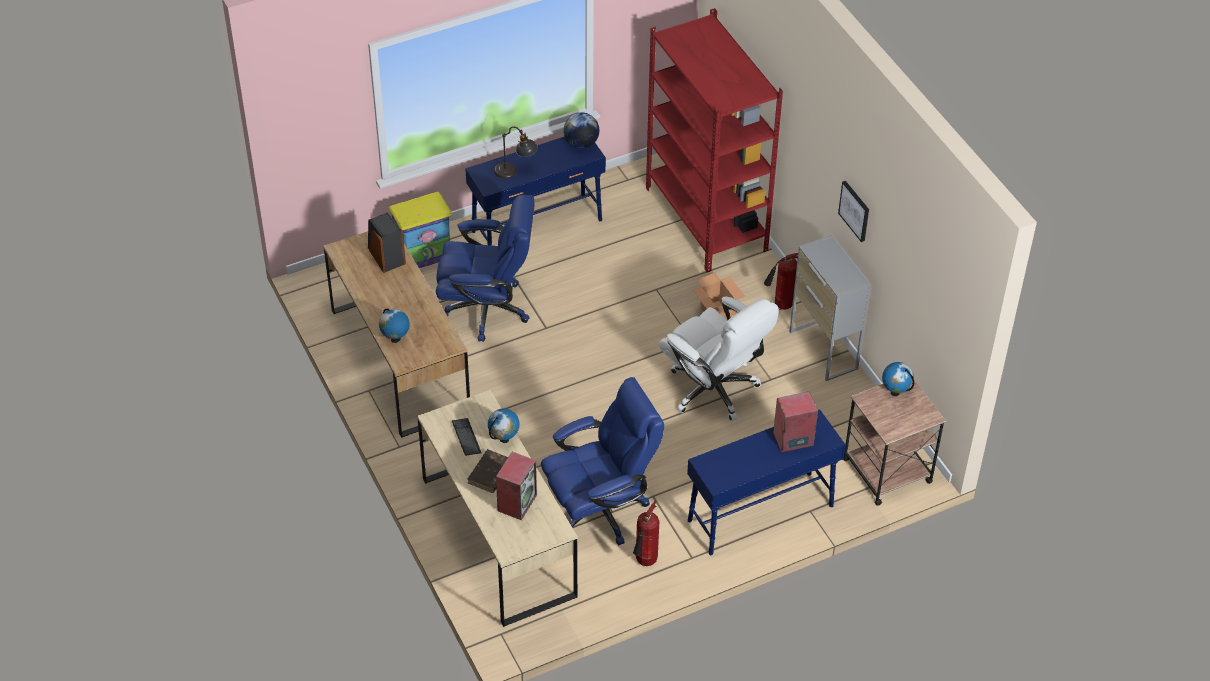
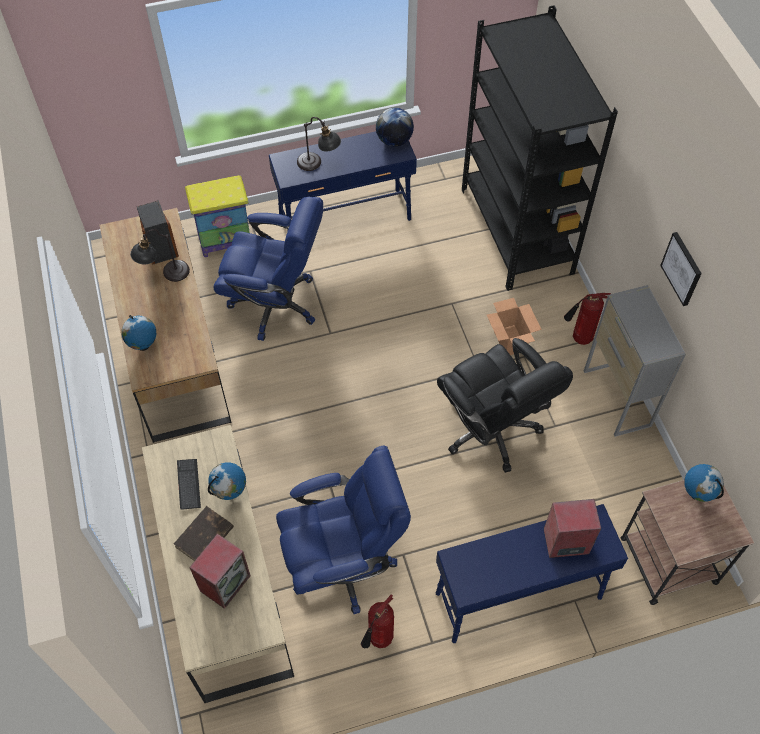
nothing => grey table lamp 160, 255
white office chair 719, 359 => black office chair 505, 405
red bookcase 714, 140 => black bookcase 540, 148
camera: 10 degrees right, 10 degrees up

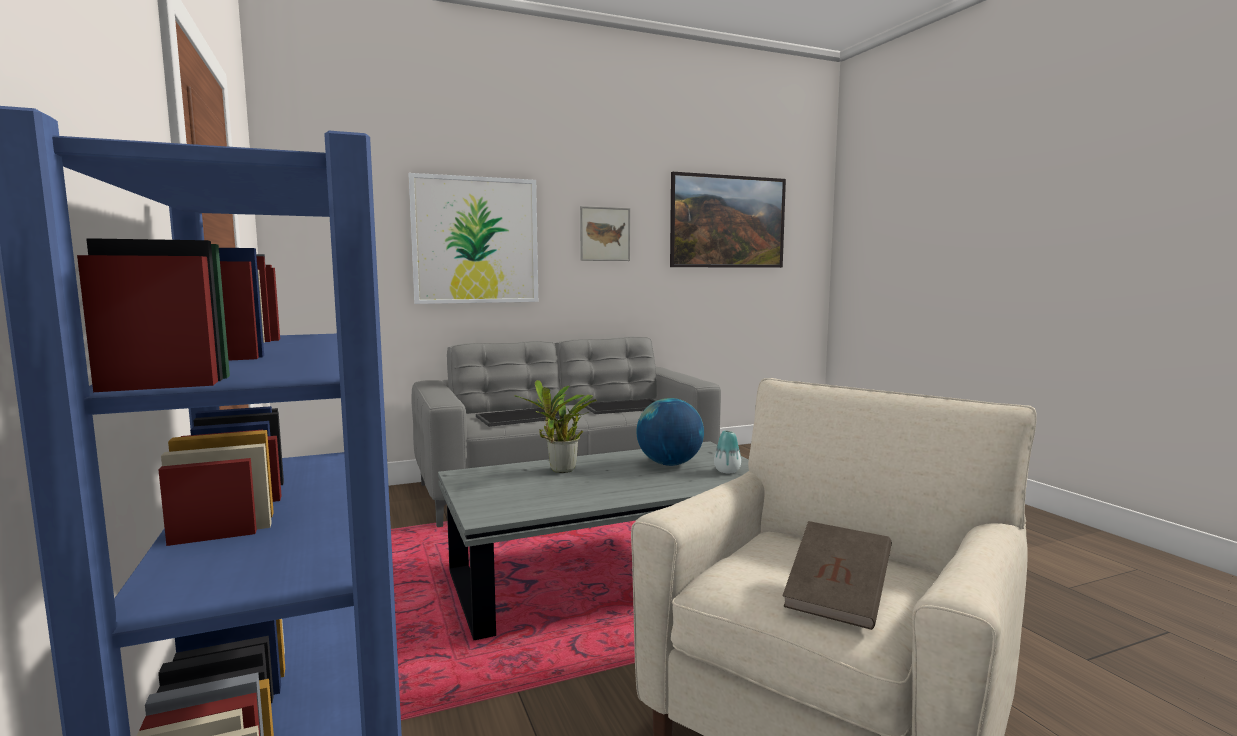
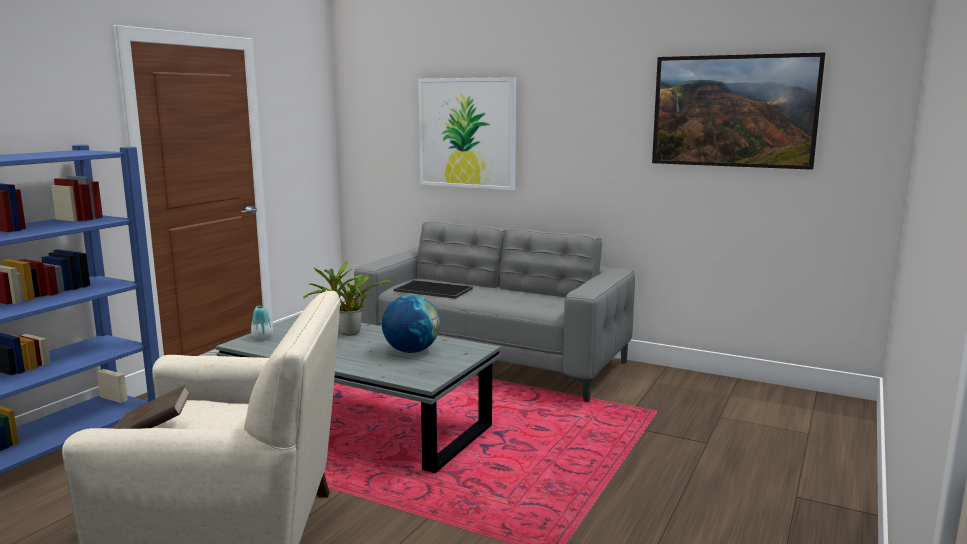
vase 727, 451 => vase 262, 323, move
picture 605, 233 => nothing
tray 619, 406 => nothing
camera: 50 degrees right, 5 degrees up

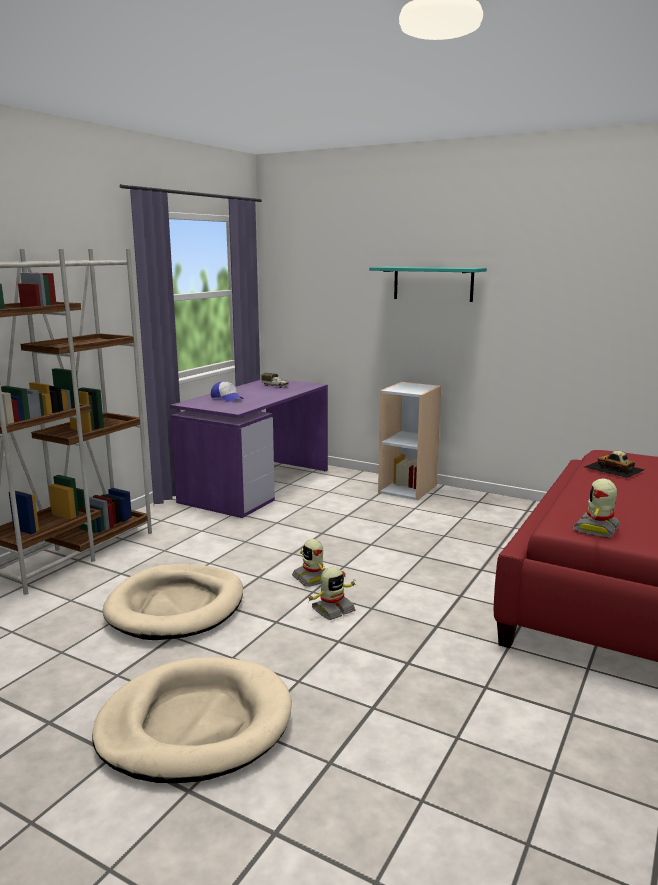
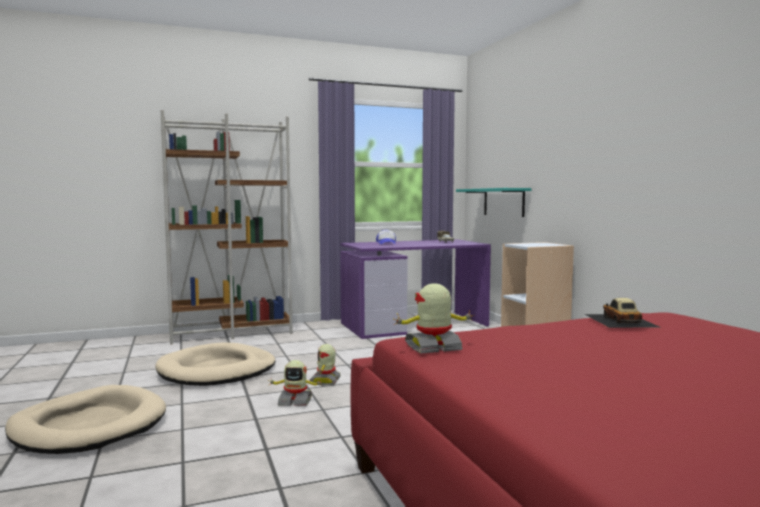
turquoise shelf 428, 284 => turquoise shelf 494, 202, move
camera: 40 degrees right, 10 degrees down

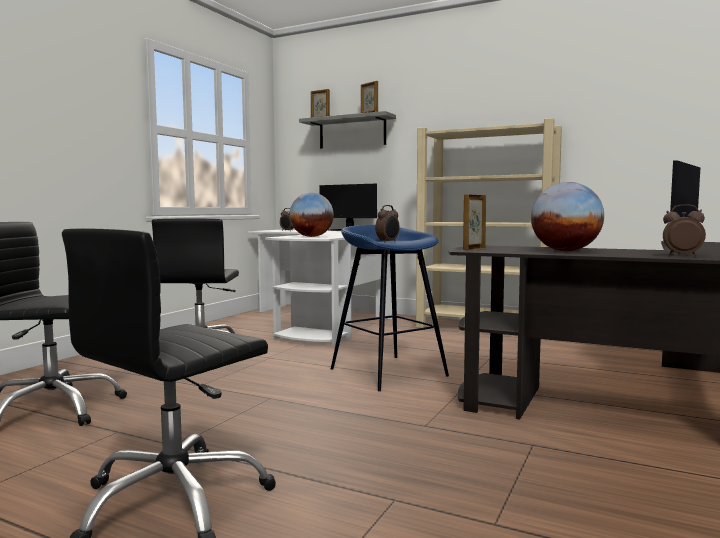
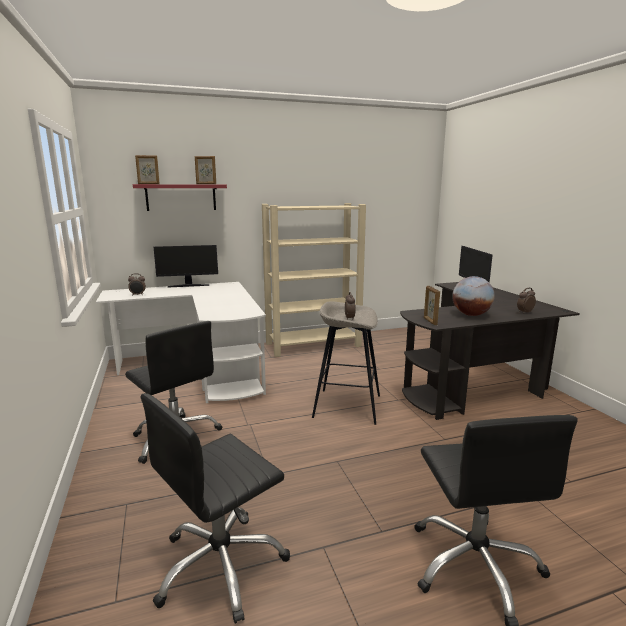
grey shelf 347, 130 => red shelf 180, 197
blue stool 390, 308 => grey stool 346, 363
globe 311, 215 => nothing
camera: 45 degrees left, 10 degrees up

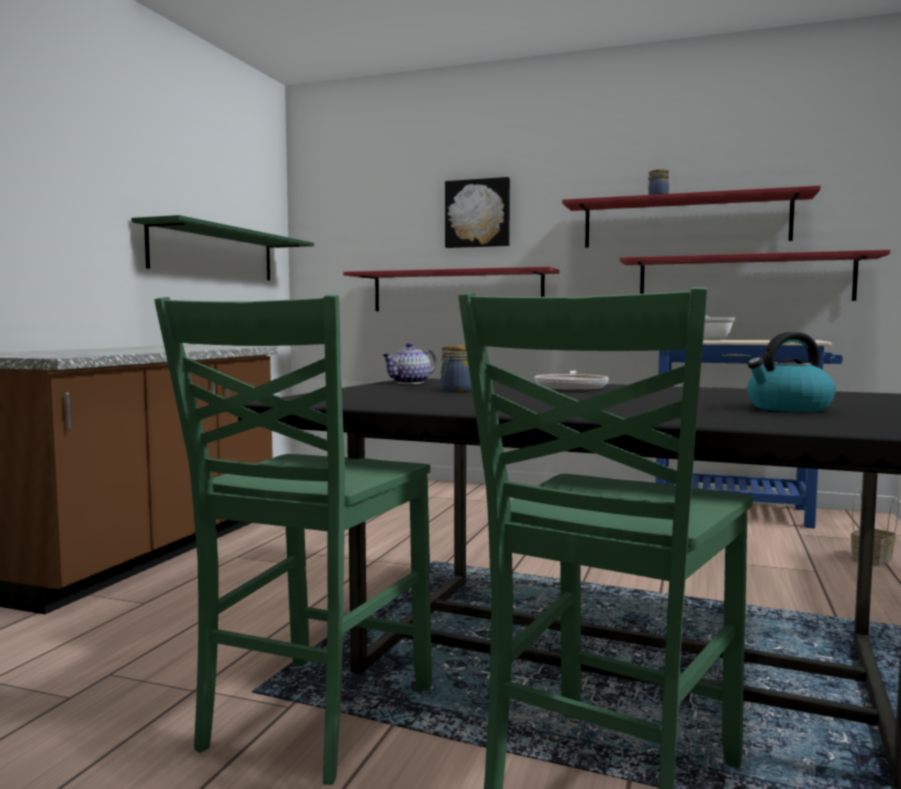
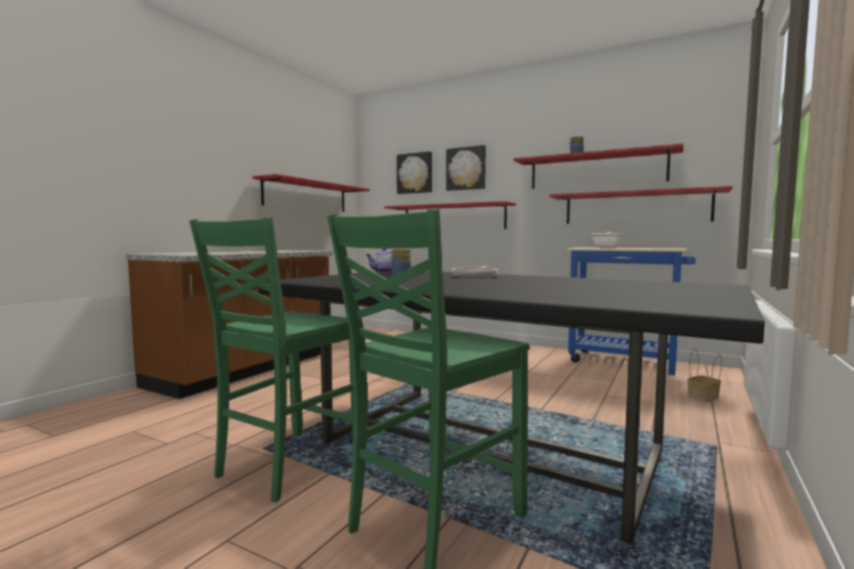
green shelf 222, 247 => red shelf 311, 193
nothing => picture 414, 172
kettle 791, 372 => nothing
camera: 10 degrees right, 0 degrees up

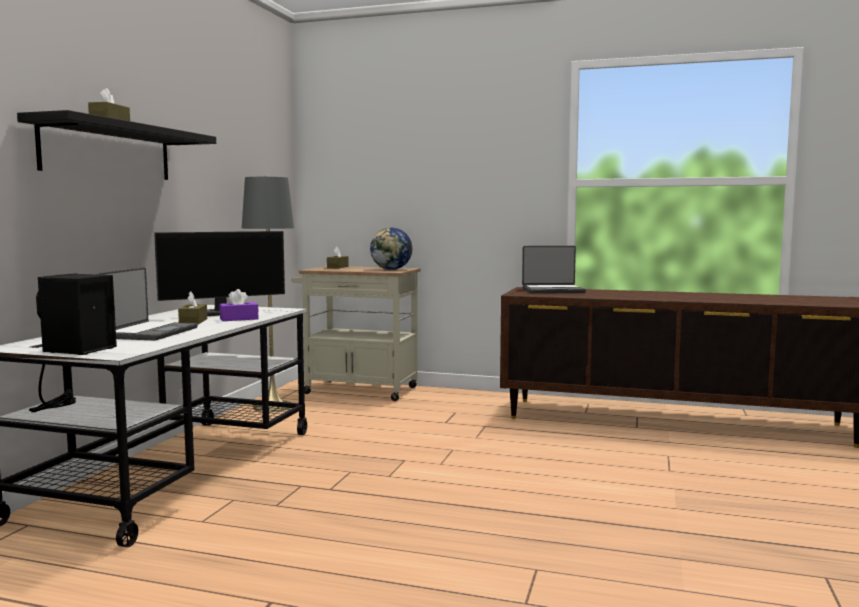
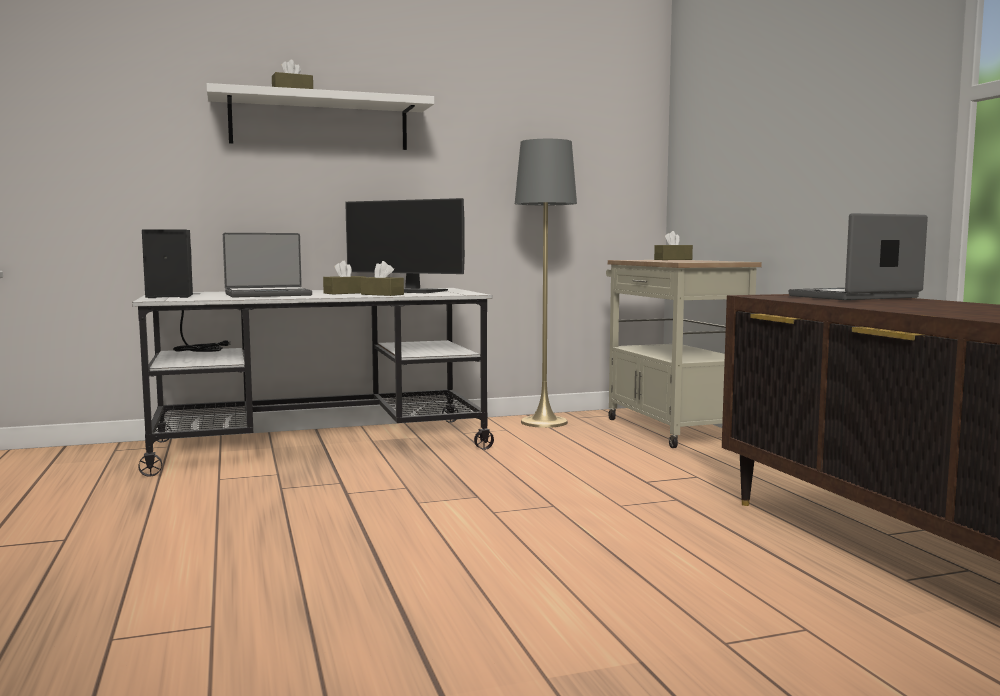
black shelf 116, 145 => white shelf 320, 116
purple tissue box 239, 305 => brown tissue box 382, 278
laptop 554, 269 => laptop 858, 256, 105 degrees clockwise
globe 391, 249 => nothing
camera: 55 degrees right, 0 degrees up

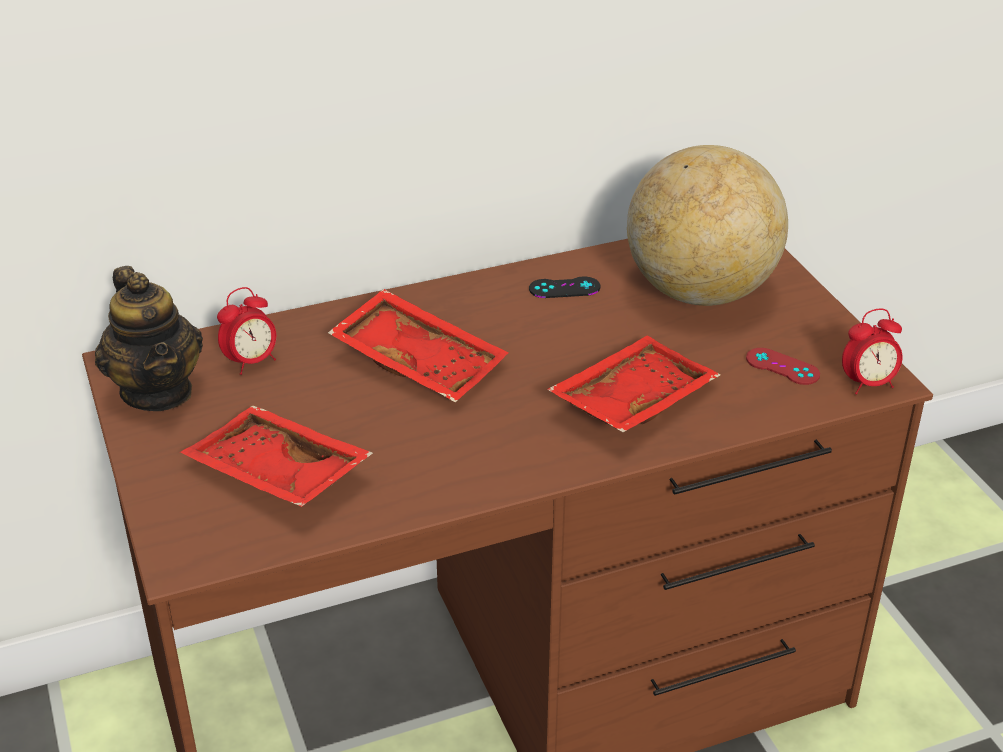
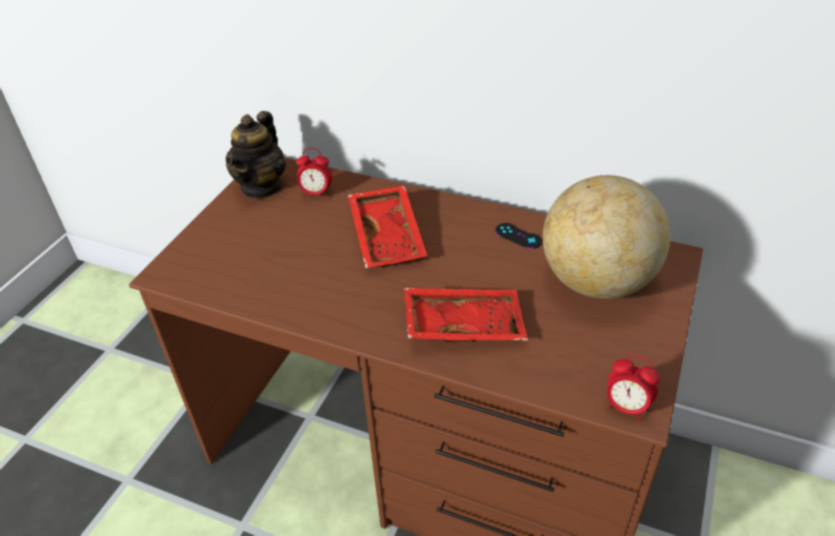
red tray 276, 456 => nothing
red game controller 783, 366 => nothing
camera: 45 degrees right, 5 degrees up

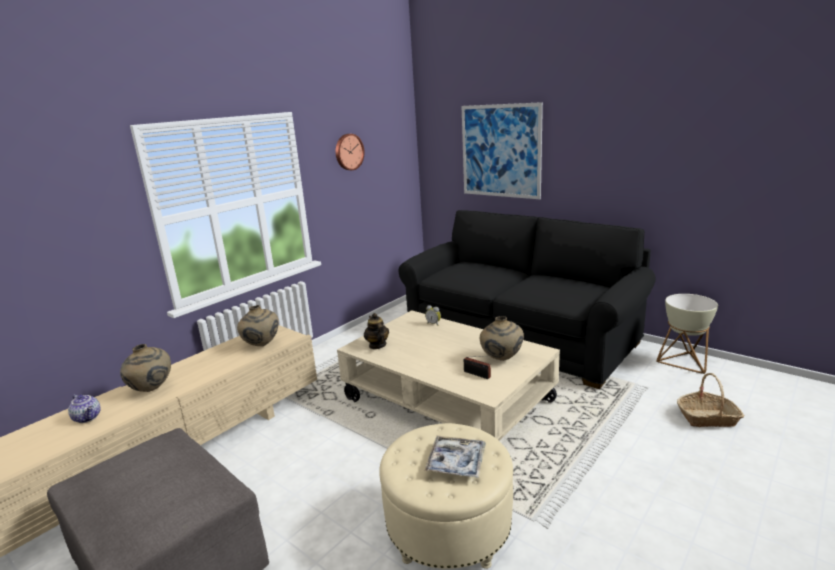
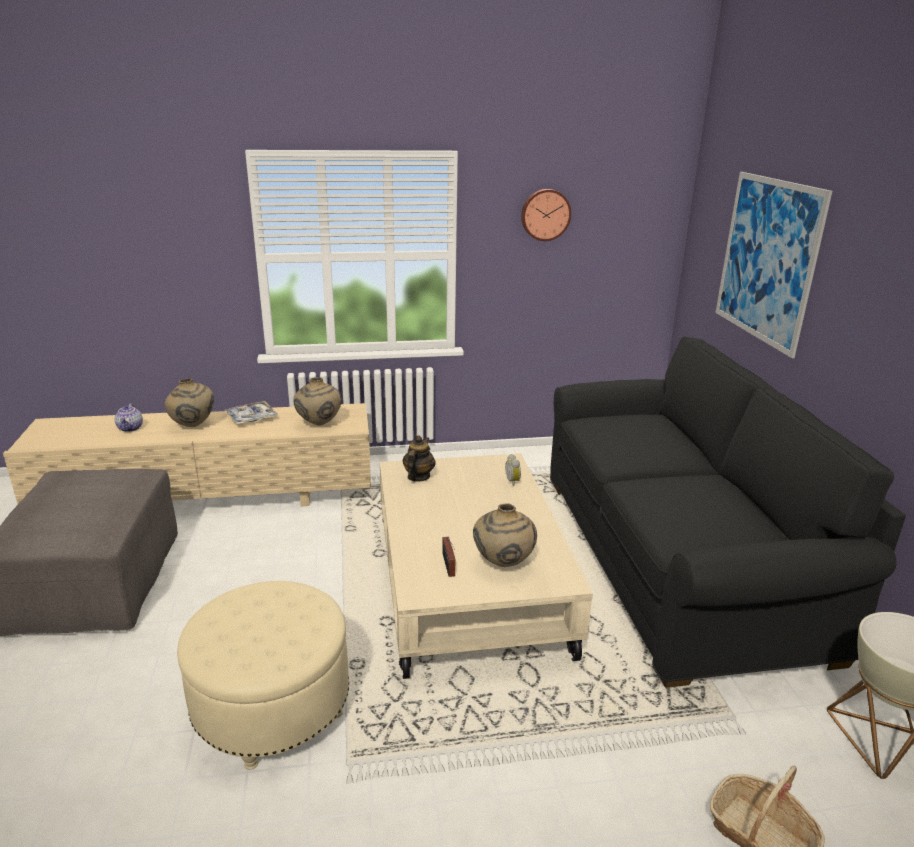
tray 455, 457 => tray 252, 412, move
camera: 40 degrees right, 5 degrees up

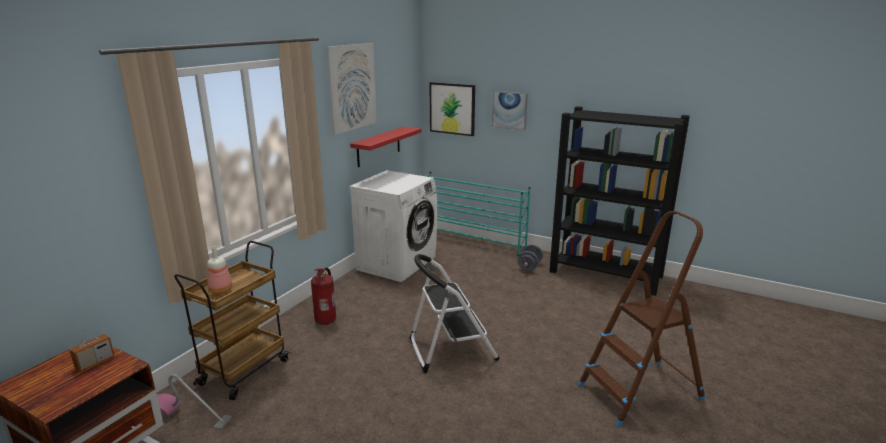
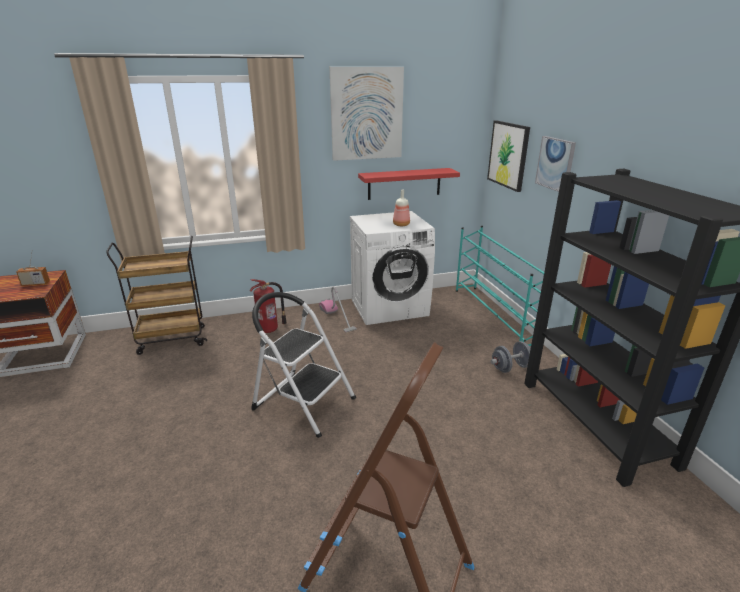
vacuum cleaner 194, 401 => vacuum cleaner 338, 309, move
bottle 220, 270 => bottle 401, 208, move
camera: 45 degrees right, 5 degrees up

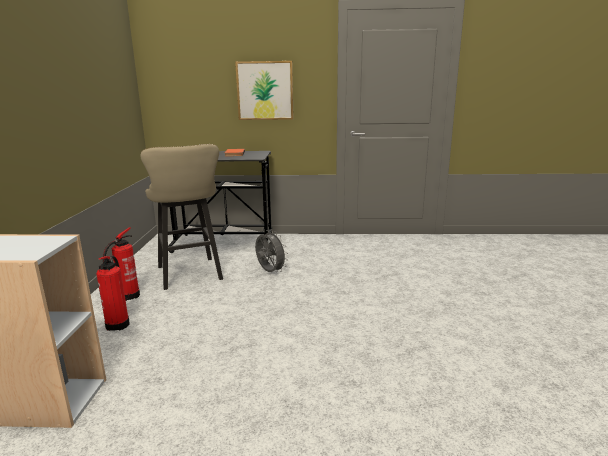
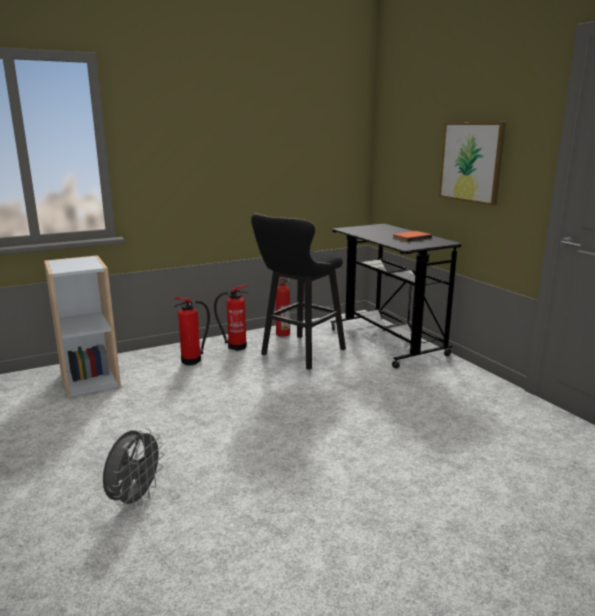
grey fan 271, 251 => grey fan 133, 468, move
beige stool 182, 217 => black stool 298, 291
nothing => fire extinguisher 283, 306
camera: 60 degrees right, 0 degrees up

